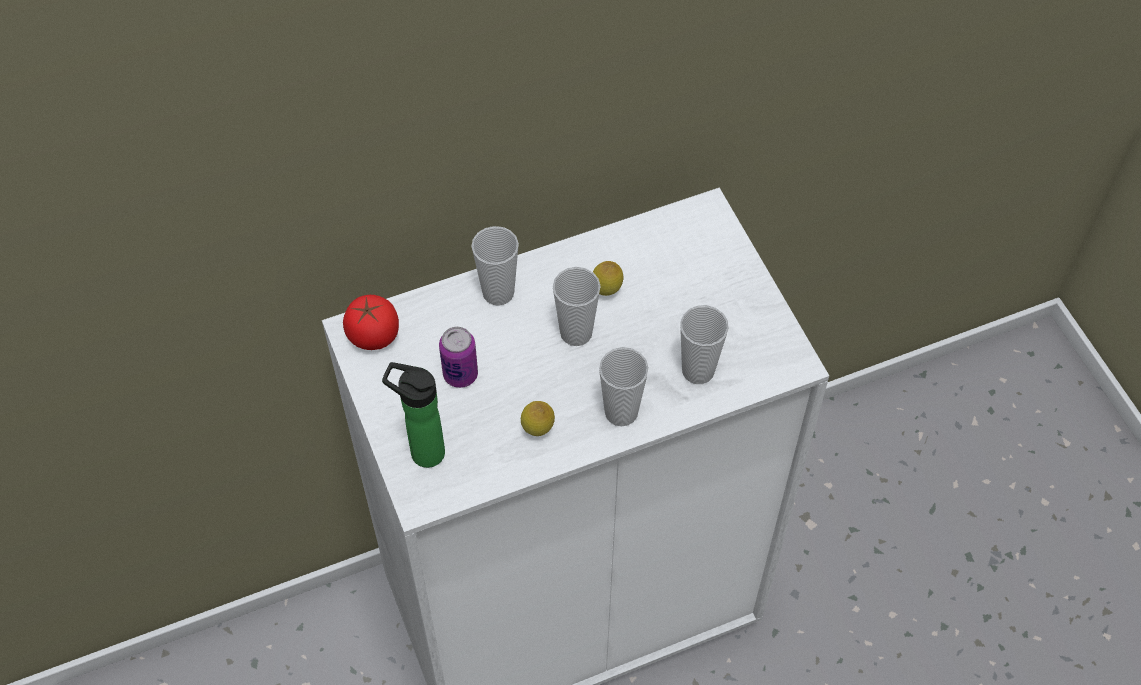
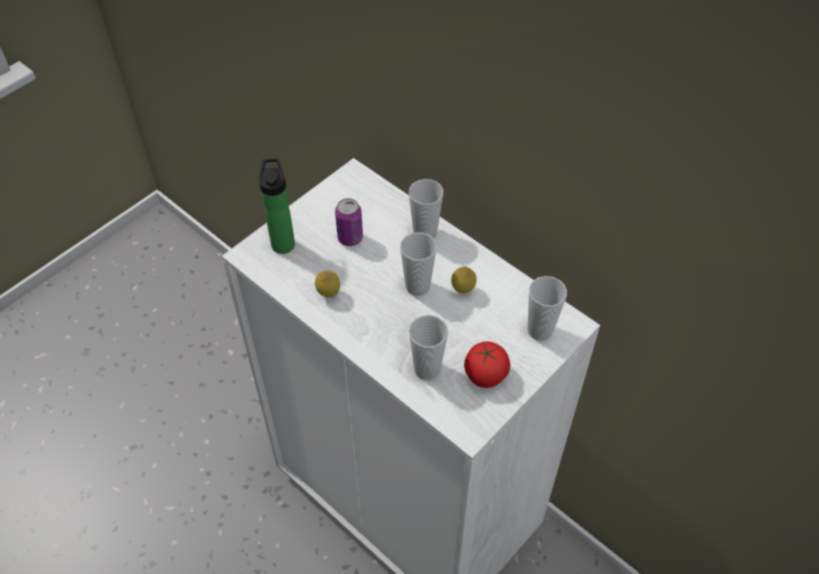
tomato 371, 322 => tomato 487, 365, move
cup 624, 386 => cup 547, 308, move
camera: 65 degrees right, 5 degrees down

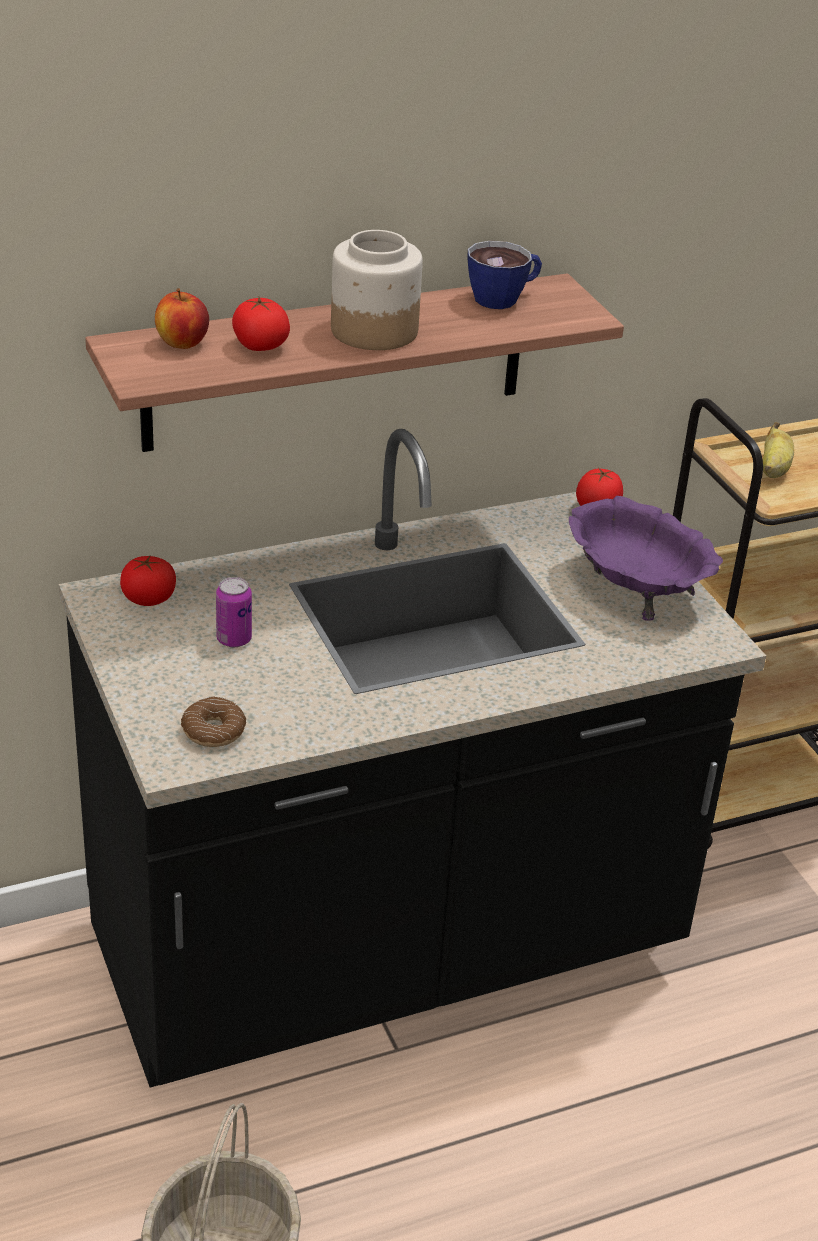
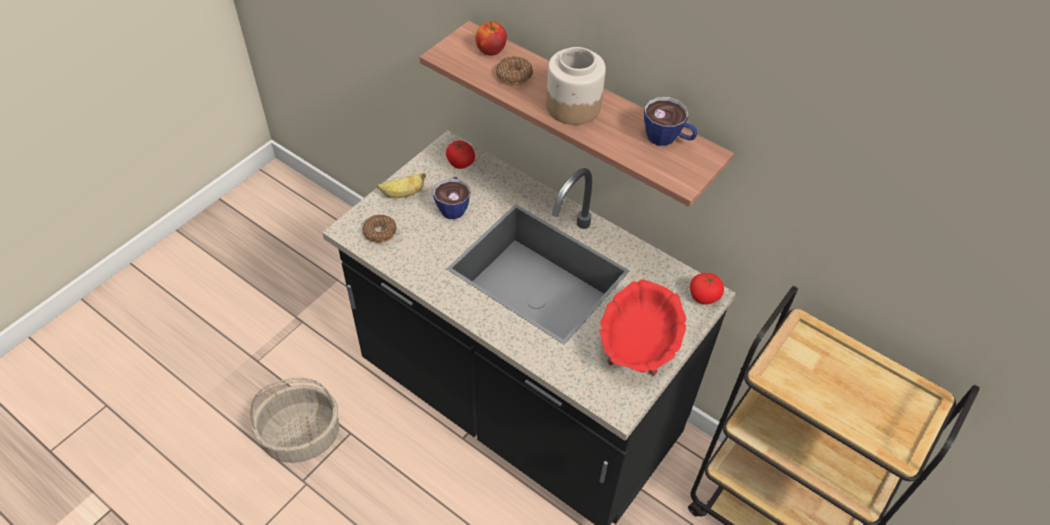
banana 778, 450 => banana 401, 185, move
can 234, 612 => cup 452, 198
tomato 261, 324 => donut 514, 71
purple bowl 646, 558 => red bowl 643, 327
camera: 60 degrees right, 15 degrees up

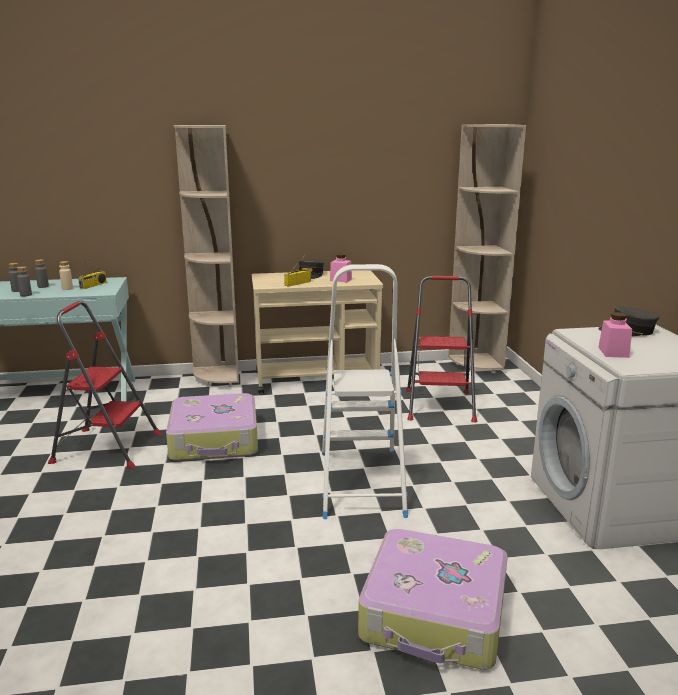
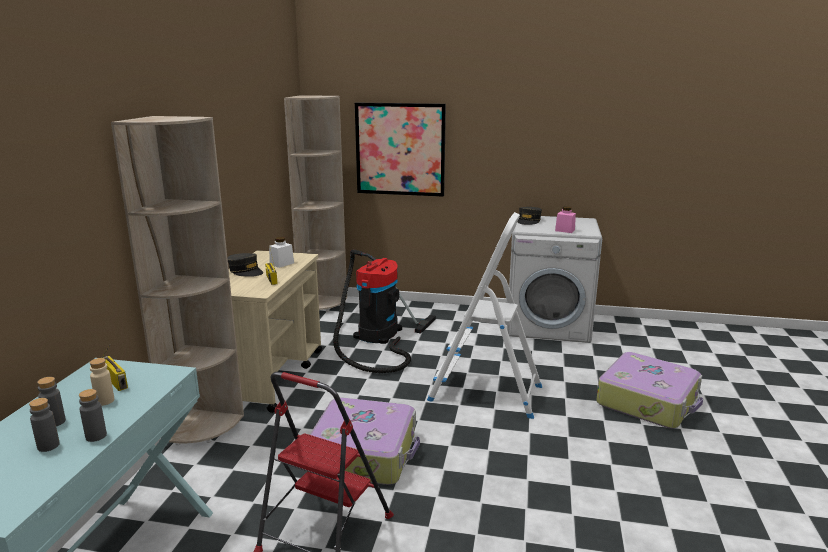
pink jar 341, 268 => white jar 281, 252
red step ladder 442, 349 => vacuum cleaner 384, 311
nothing => picture 400, 150
camera: 70 degrees left, 0 degrees up

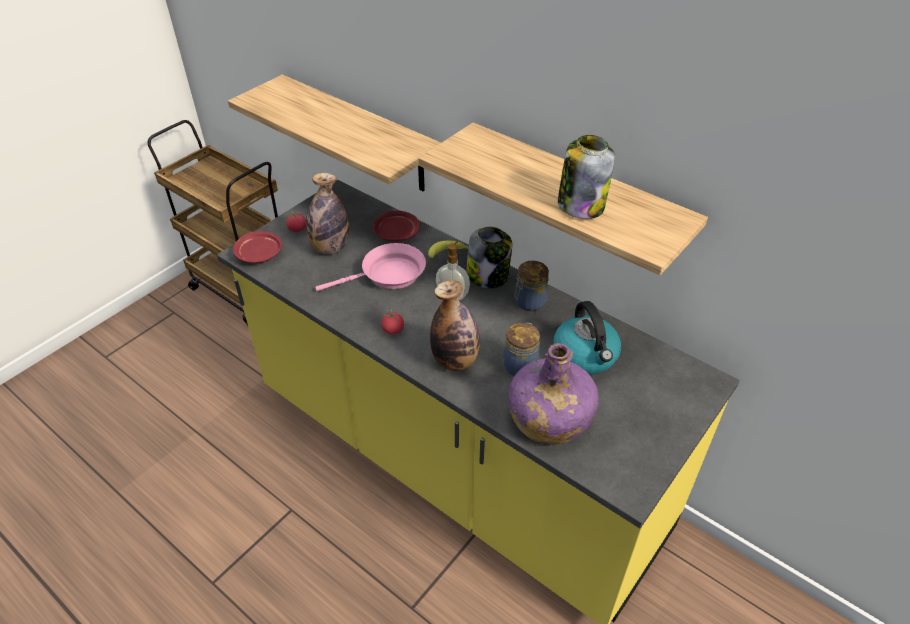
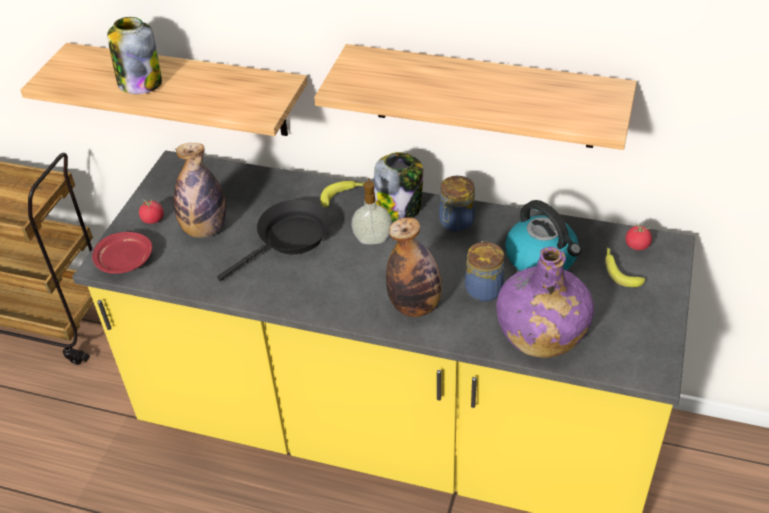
jar 586, 177 => jar 134, 55, move
pink frying pan 370, 267 => black frying pan 274, 240
nothing => banana 625, 267
tomato 392, 322 => tomato 639, 237, move
red plate 396, 226 => nothing
camera: 20 degrees left, 0 degrees up

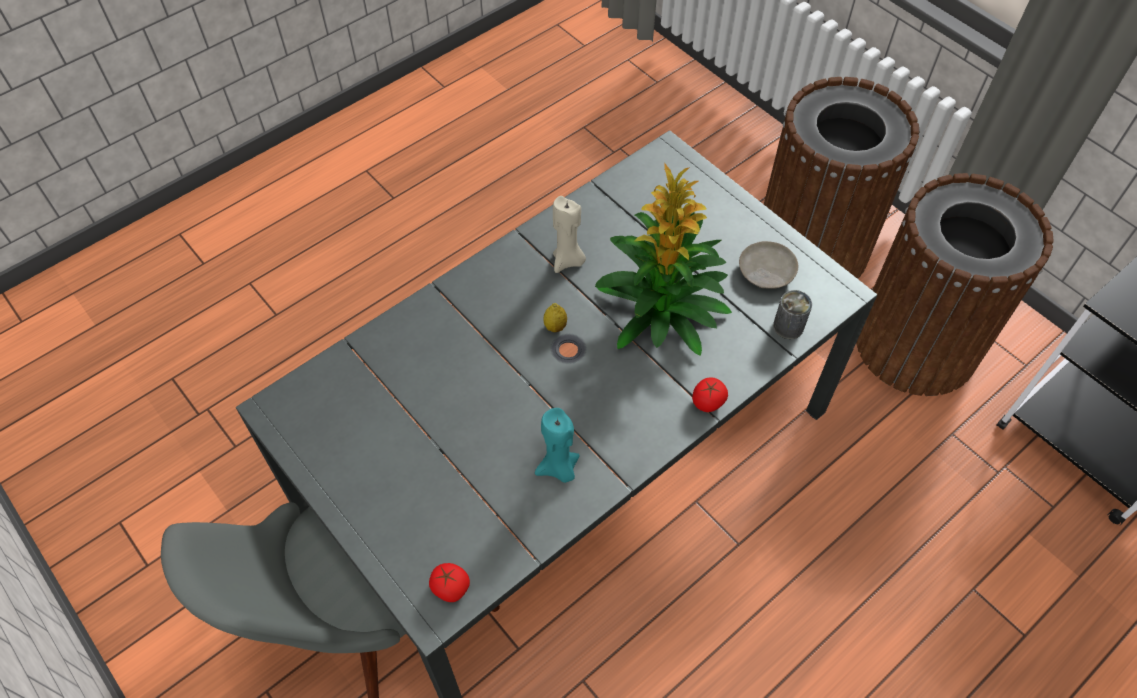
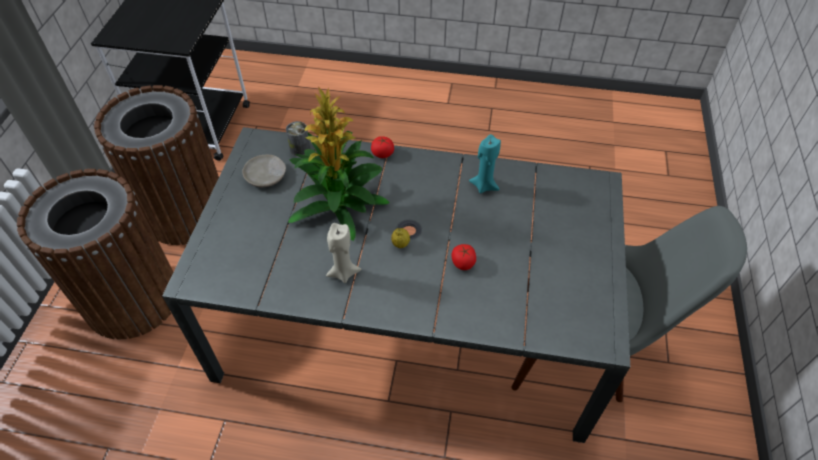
tomato 449, 582 => tomato 463, 257, move
camera: 130 degrees left, 5 degrees down

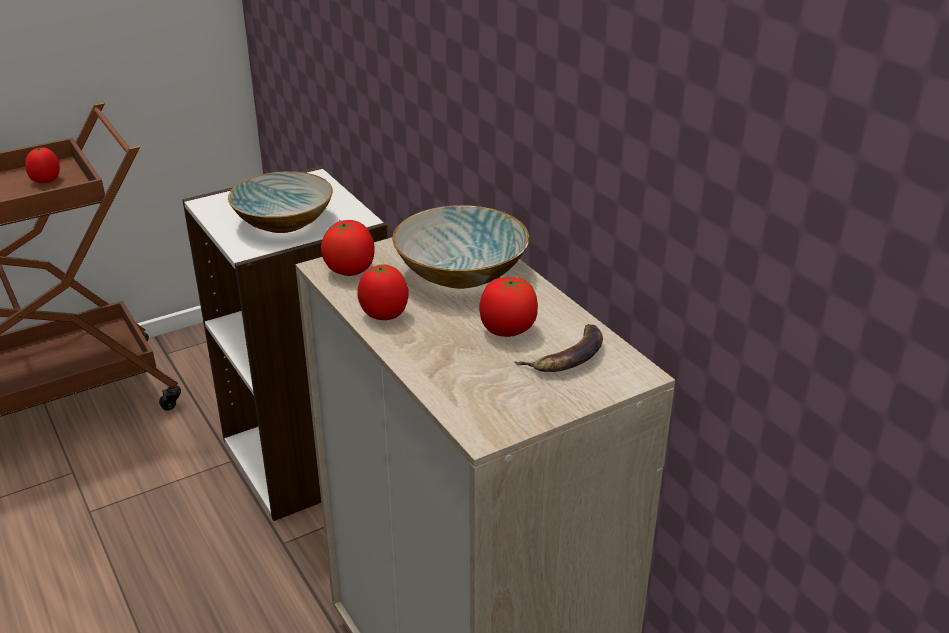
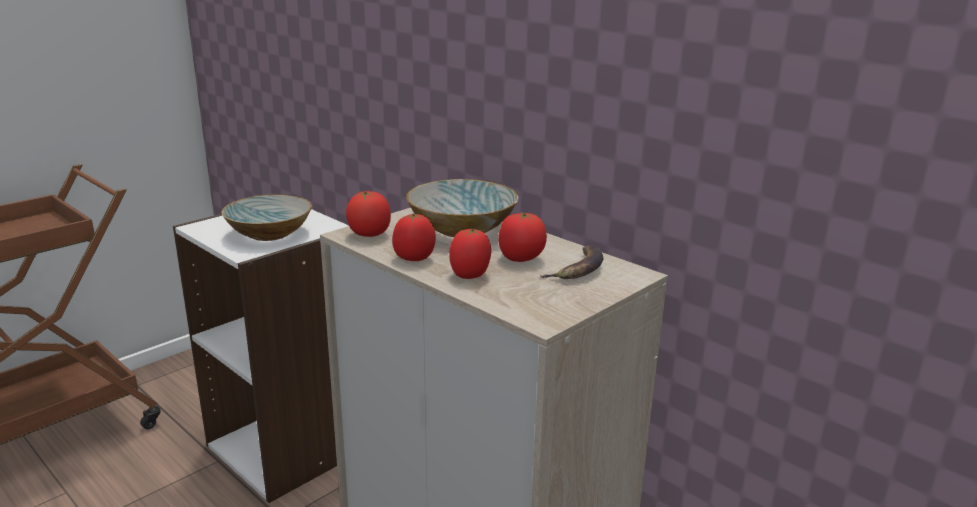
tomato 42, 165 => tomato 470, 253, move
camera: 15 degrees left, 10 degrees down

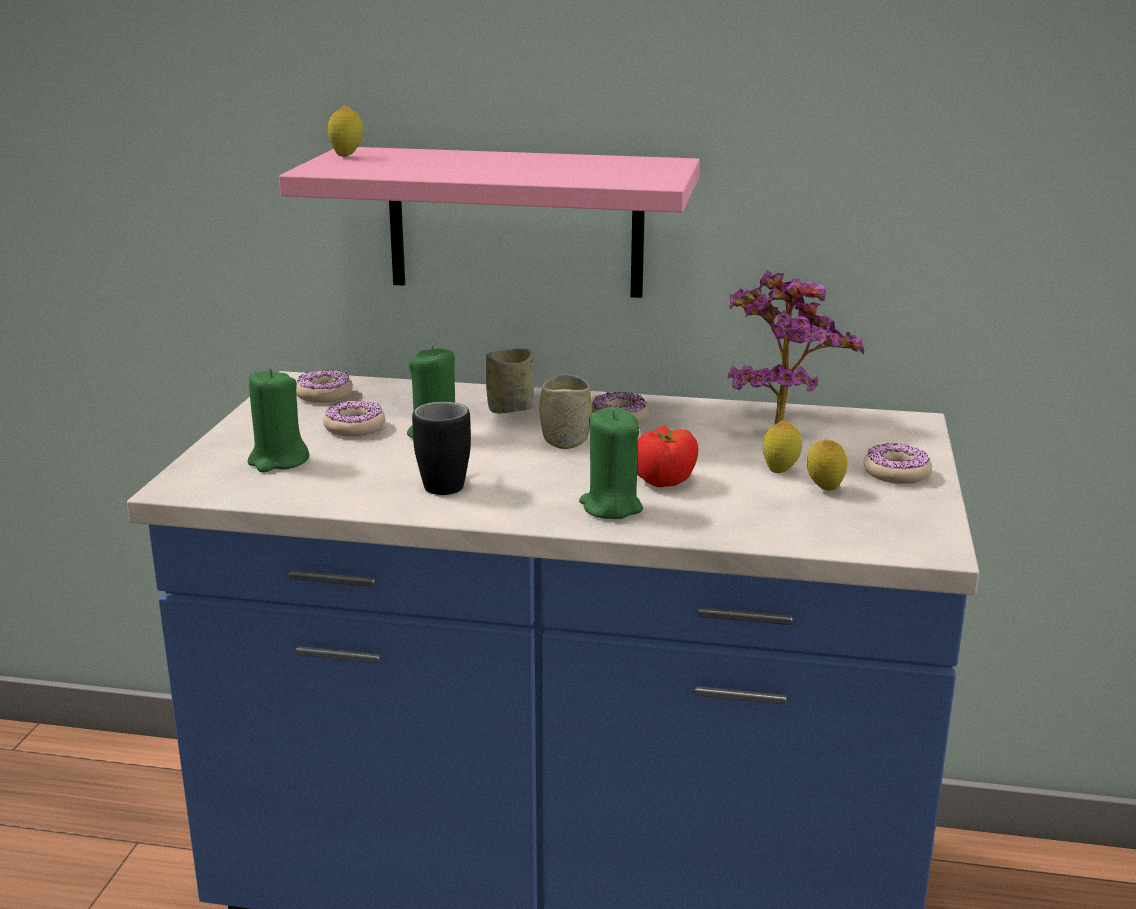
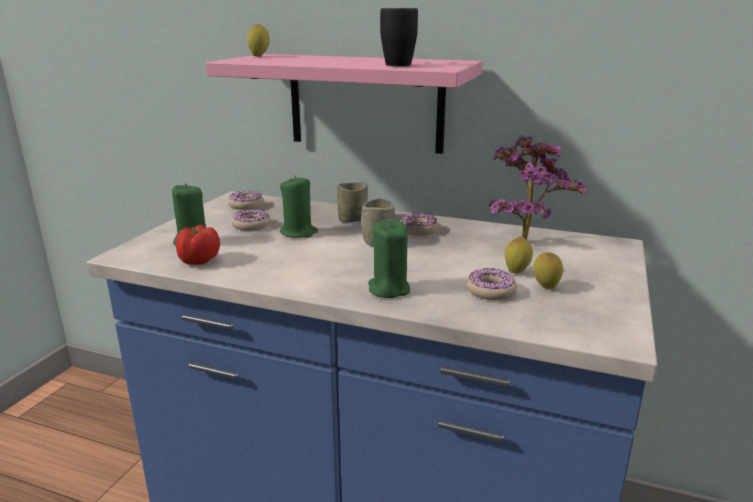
tomato 667, 456 => tomato 198, 245, move
black mug 441, 448 => black mug 399, 37, move
donut 898, 463 => donut 492, 284, move
camera: 10 degrees right, 0 degrees up

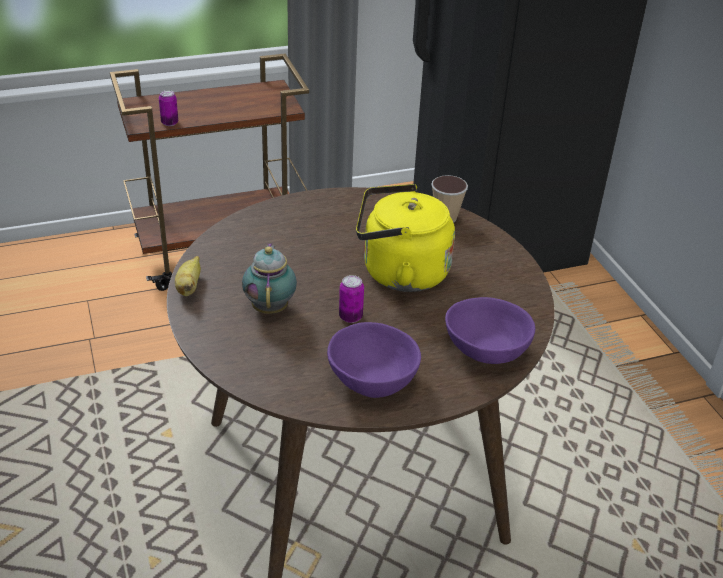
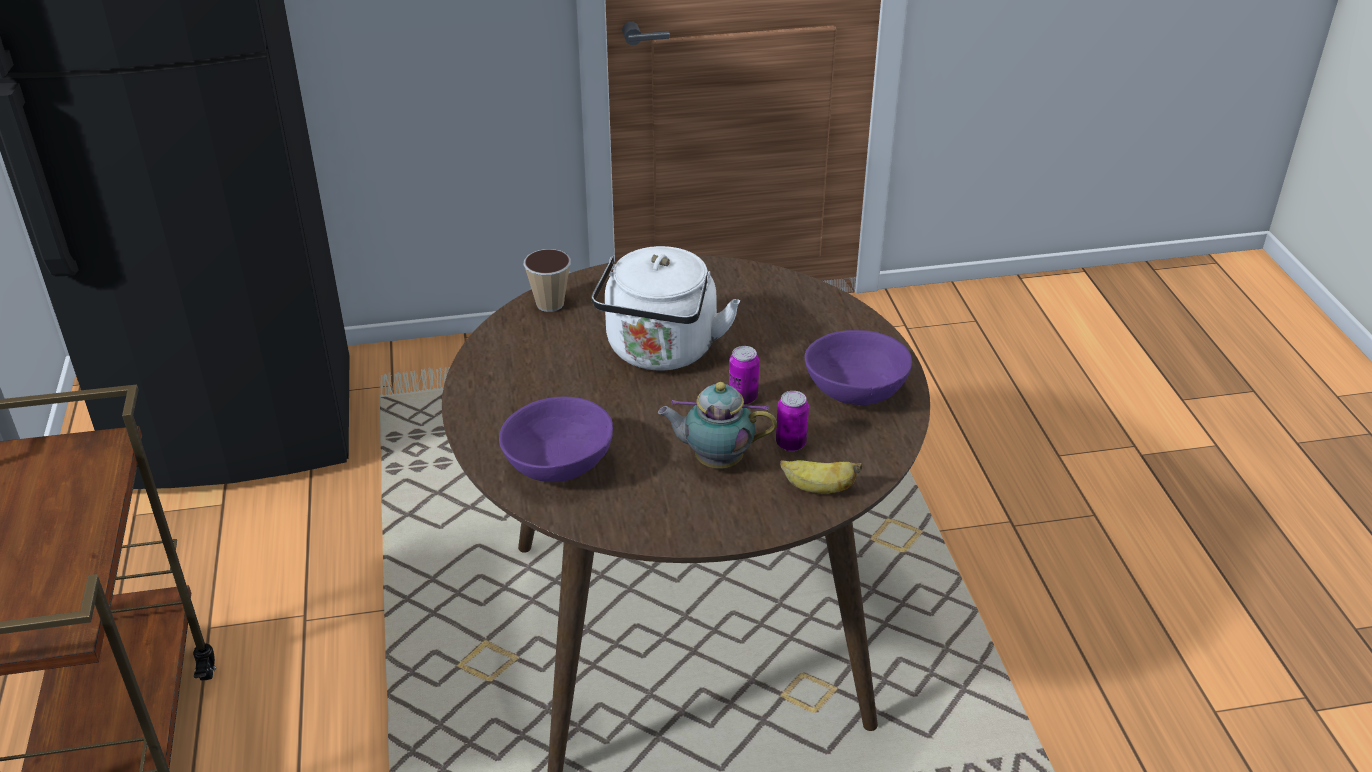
purple bowl 490, 330 => purple bowl 556, 439, move
yellow kettle 405, 238 => white kettle 665, 308
can 168, 108 => can 792, 421, move
banana 188, 276 => banana 821, 476, move
camera: 80 degrees left, 0 degrees up

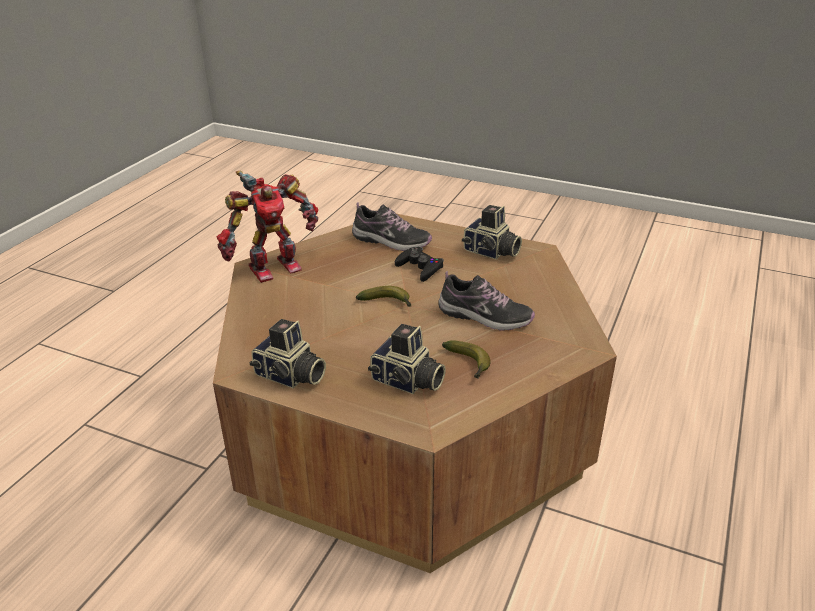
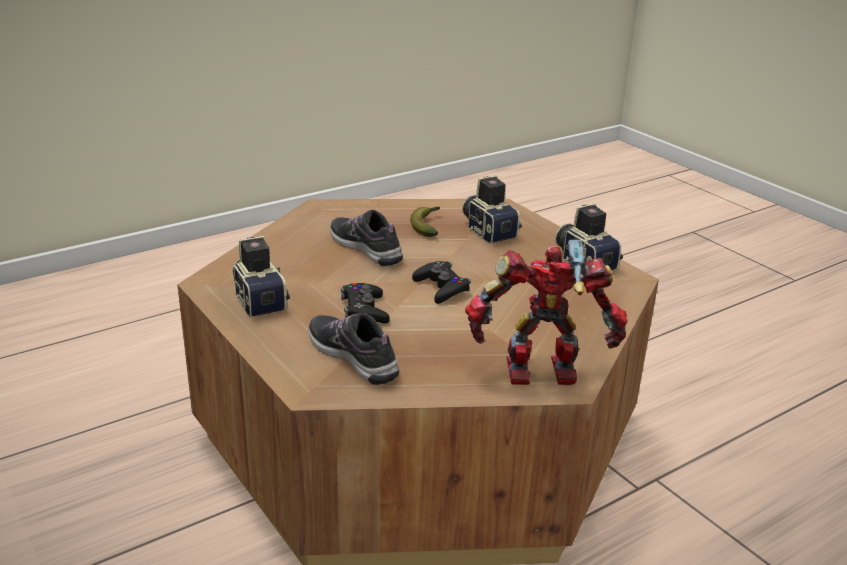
banana 383, 296 => black game controller 441, 282
camera: 150 degrees left, 5 degrees down

